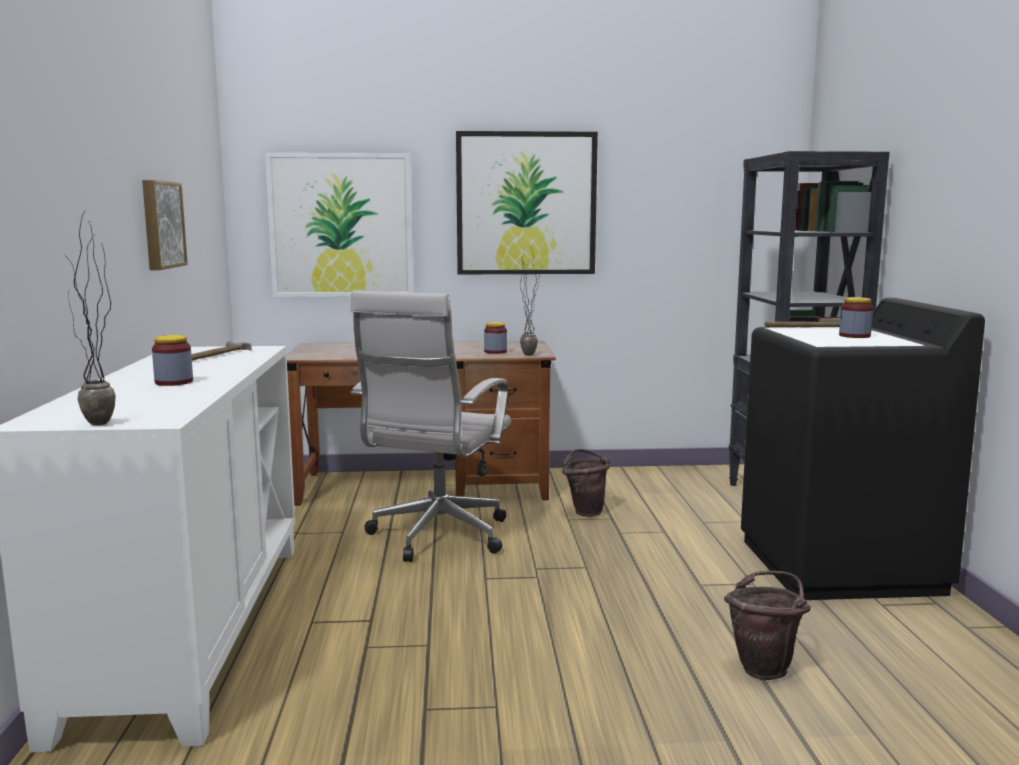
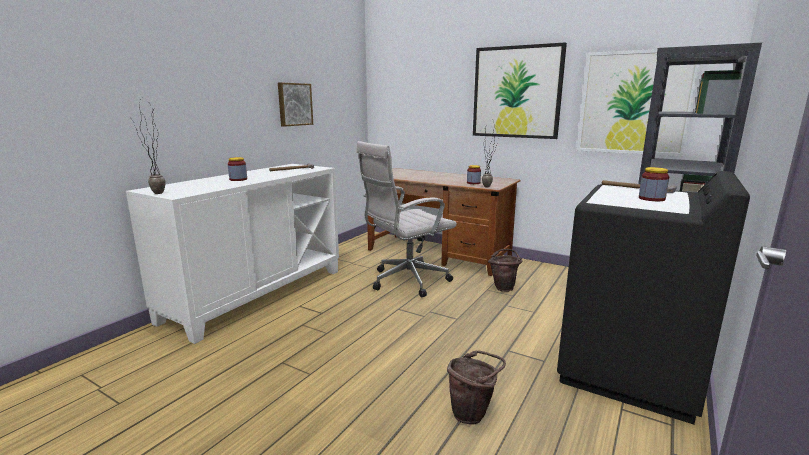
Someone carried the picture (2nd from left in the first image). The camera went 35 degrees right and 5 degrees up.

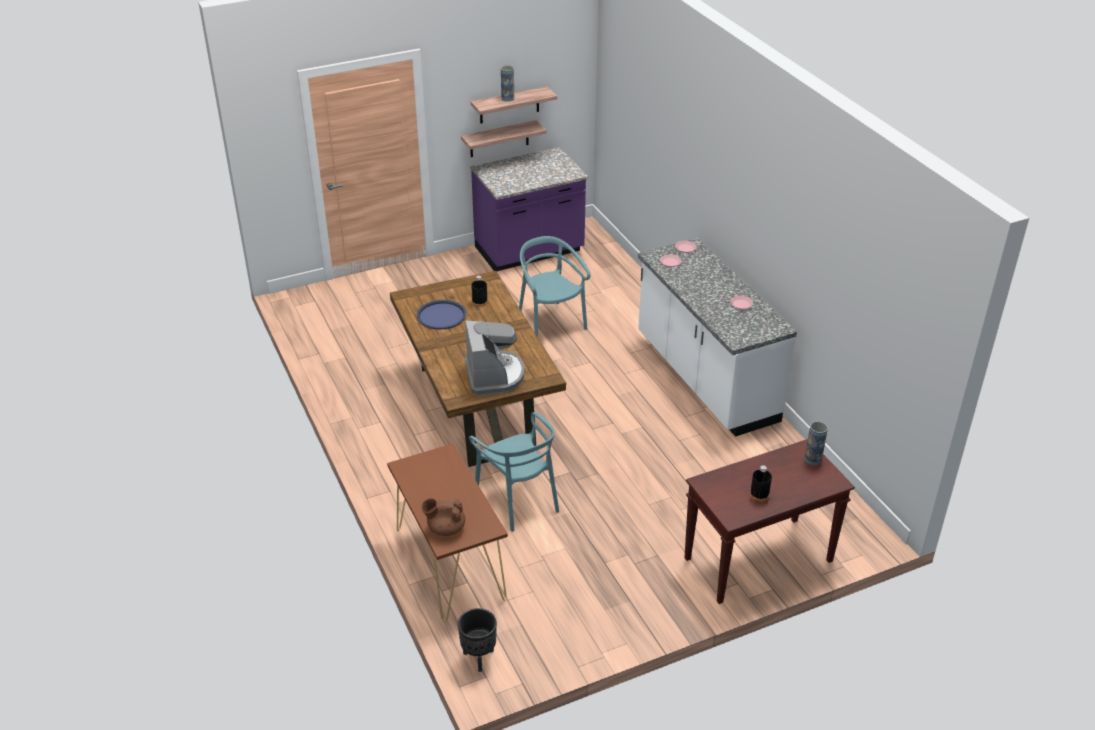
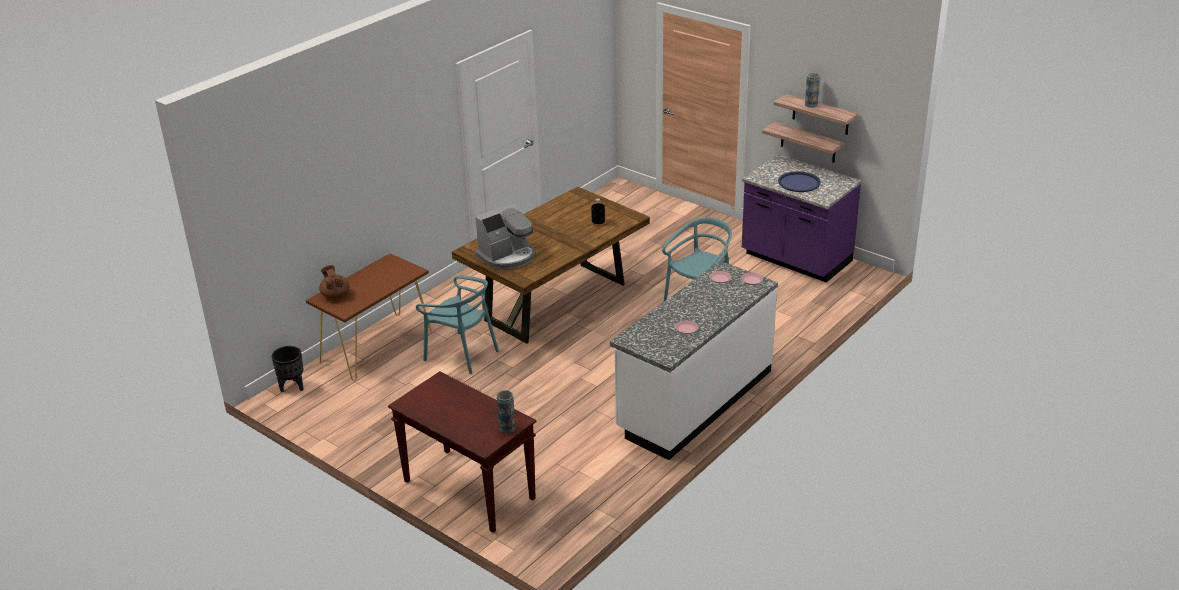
Someone carried the blue tray. Someone rotated the turquoise chair (1st from left) by 90 degrees counterclockwise. Someone took away the black bottle (2nd from left). The camera went 65 degrees right and 5 degrees down.

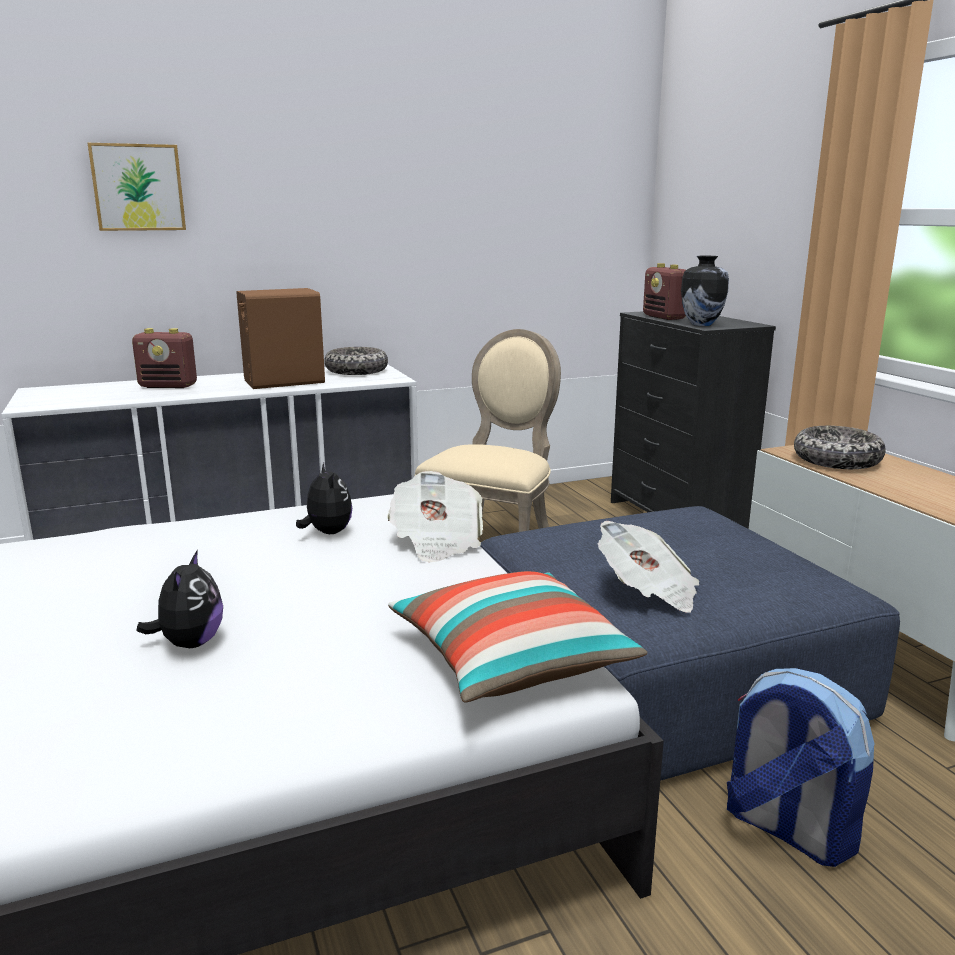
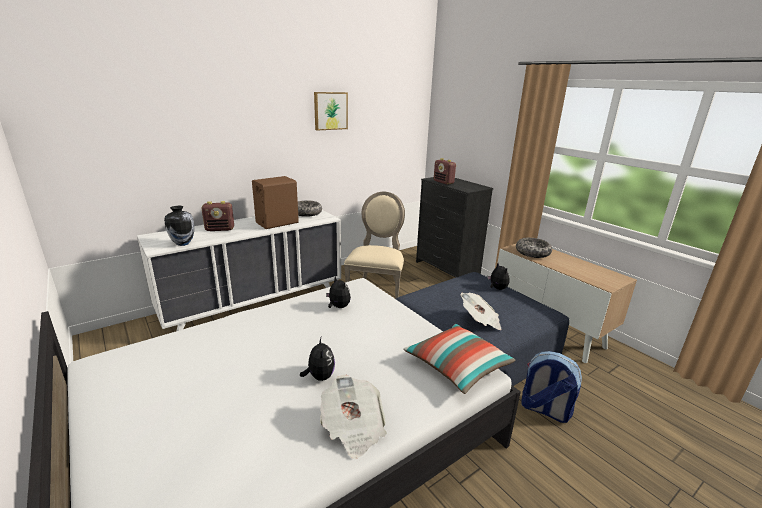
Someone carried the picture. Someone carried the vase. Someone carried the newspaper (1st from left). Someone put down the plush toy (3rd from left). The camera went 15 degrees left and 5 degrees up.

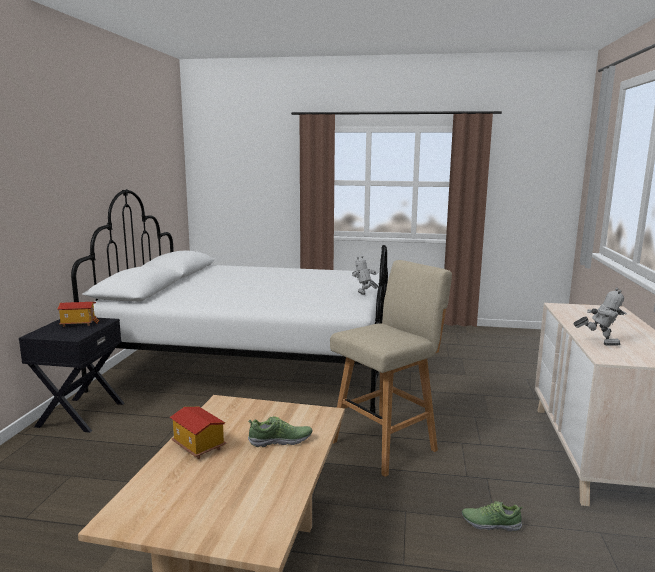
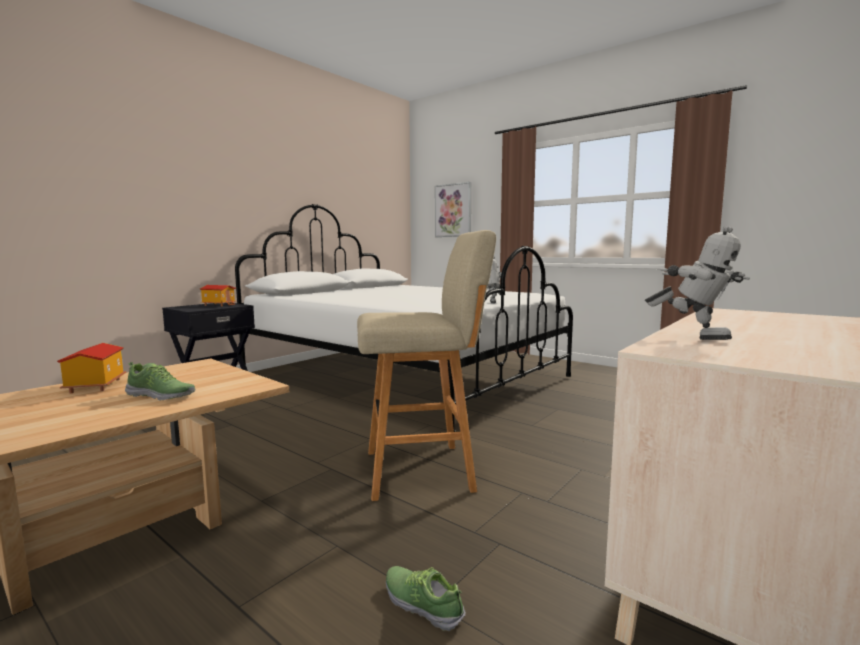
Someone put up the picture. The camera went 30 degrees right and 5 degrees down.

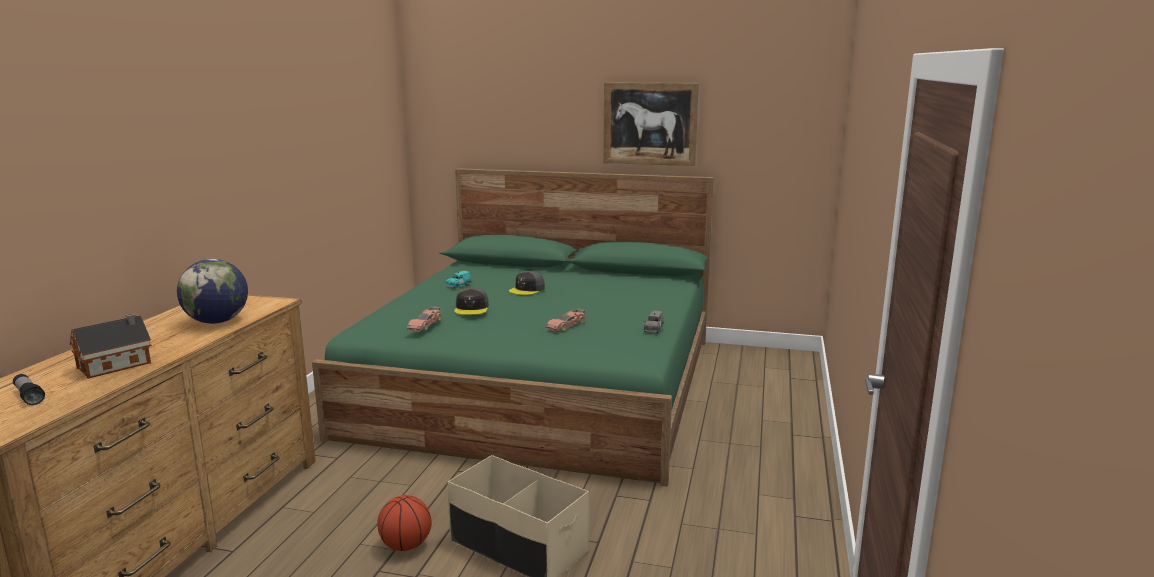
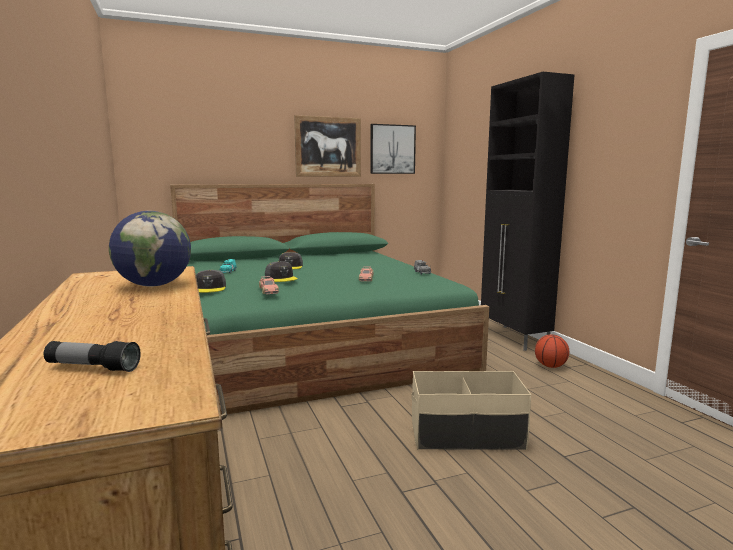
Someone took away the toy house. Someone carried the basketball. Someone put down the black cabinet. Someone put up the picture (2nd from left). Someone put down the grey cap (1st from left). The camera went 35 degrees left and 5 degrees down.

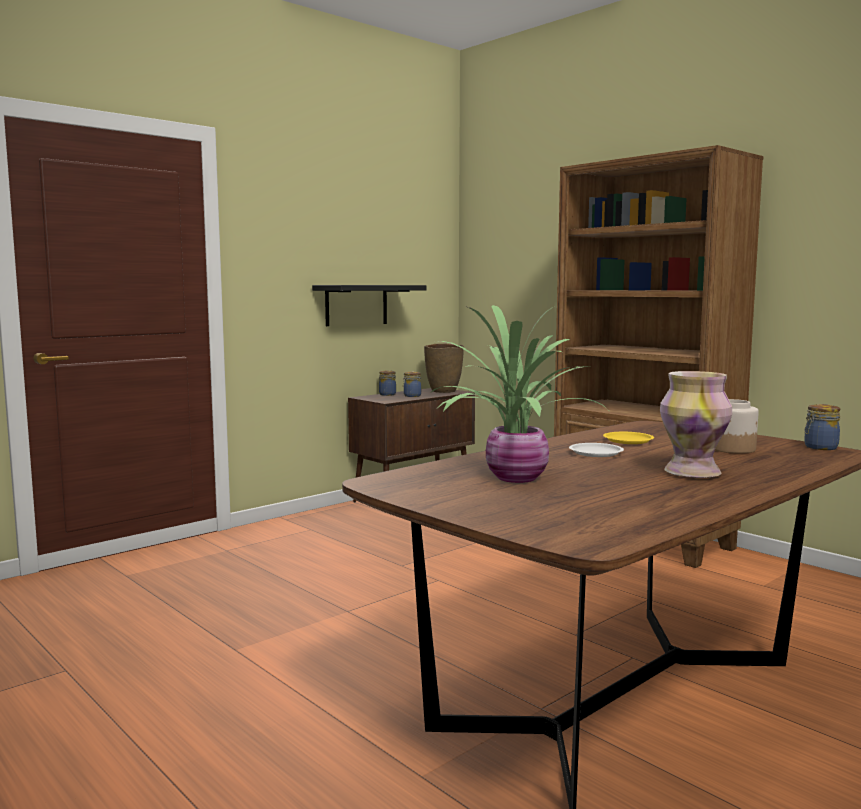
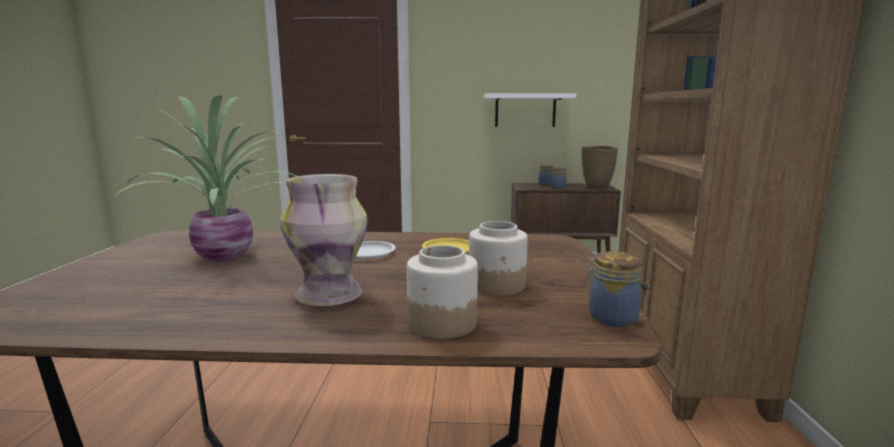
Someone repainted the black shelf, which became the white shelf. Someone put down the jar (1st from left). The camera went 45 degrees right and 5 degrees up.

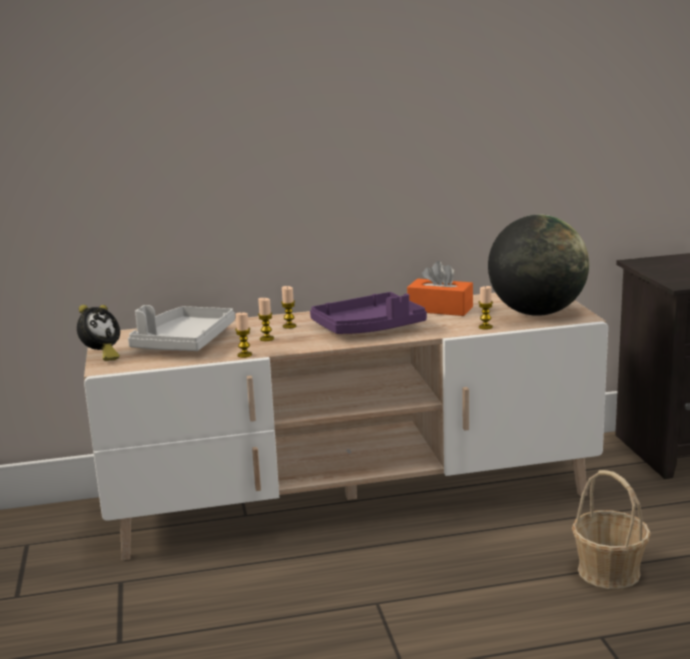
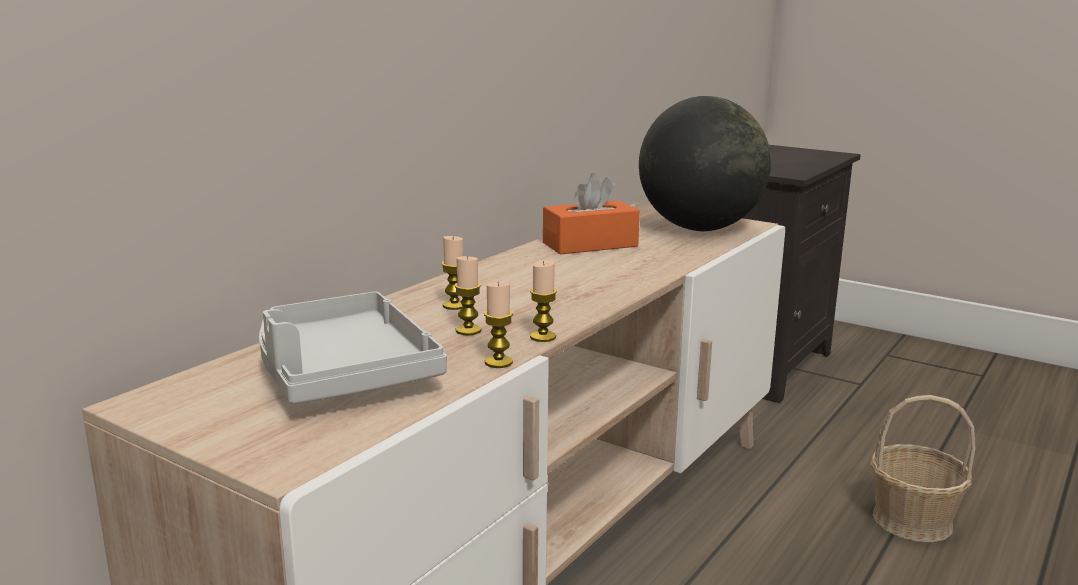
Someone carried the candle (4th from left). Someone took away the purple tray. Someone took away the alarm clock. The camera went 45 degrees left and 0 degrees up.

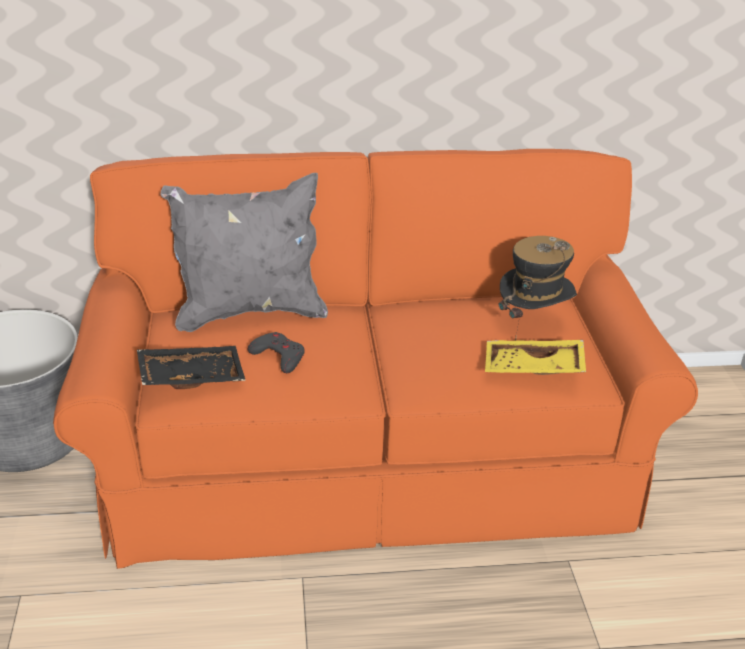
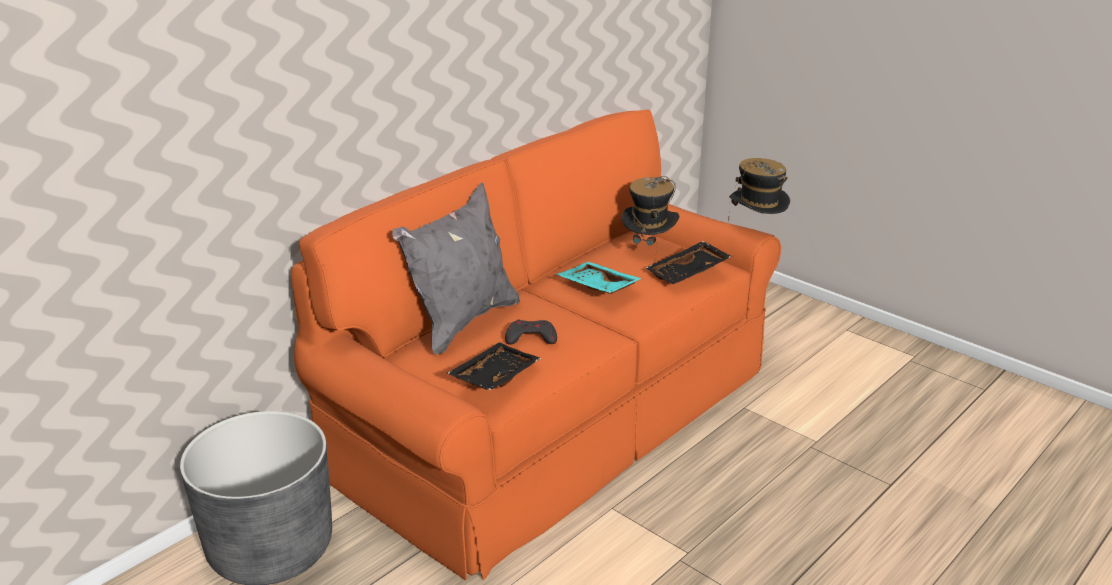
Someone repainted the yellow tray, which became the black tray (2nd from left). Someone put down the hat (2nd from left). Someone put down the turquoise tray. The camera went 40 degrees left and 5 degrees down.

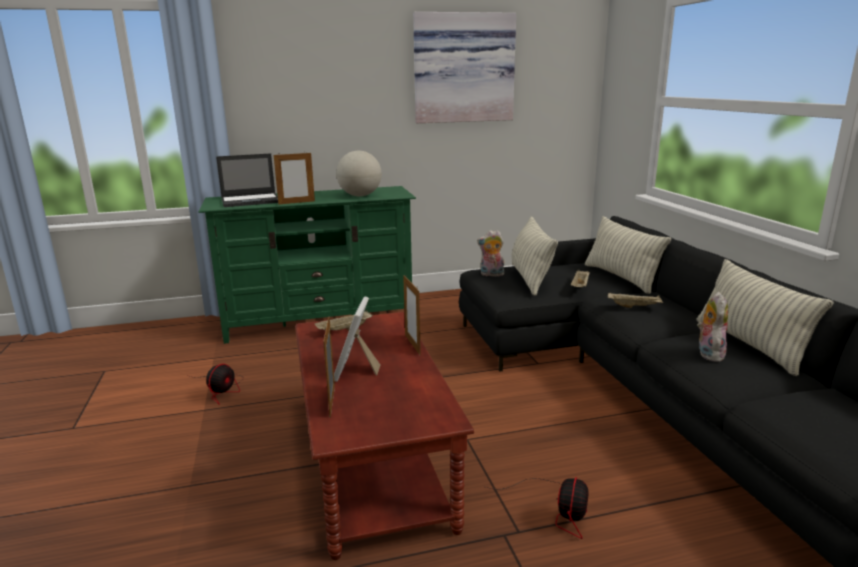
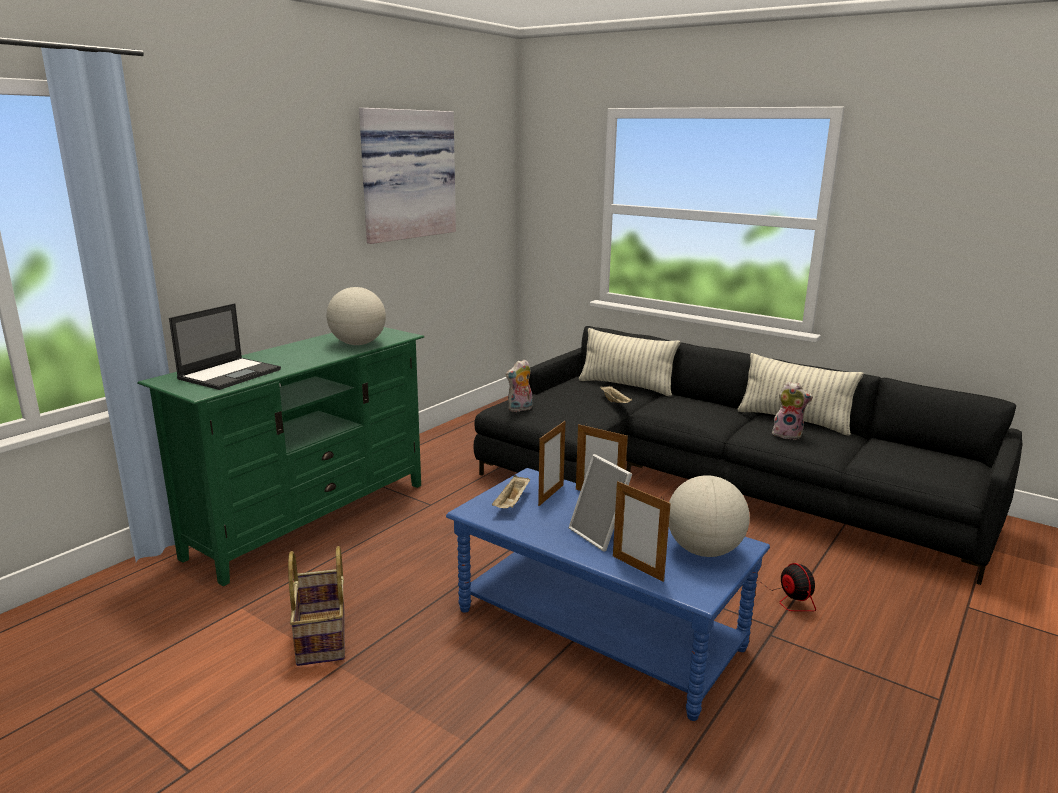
Someone carried the picture frame (1st from left). Someone took away the pillow (1st from left). Someone took away the beige tray (3rd from left). Someone rotated the plush toy (2nd from left) by 135 degrees clockwise. Someone repainted the brown coffee table, which became the blue coffee table. Someone swapped the fan (1st from left) for the basket. Someone put down the globe (2nd from left). The camera went 40 degrees left and 0 degrees up.

